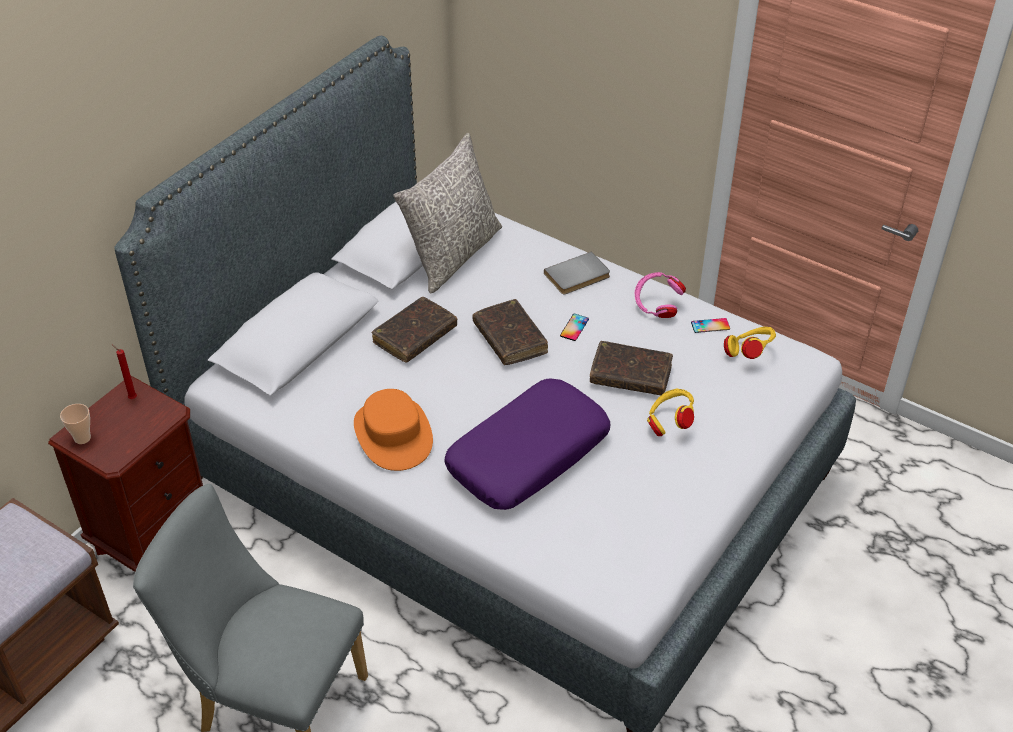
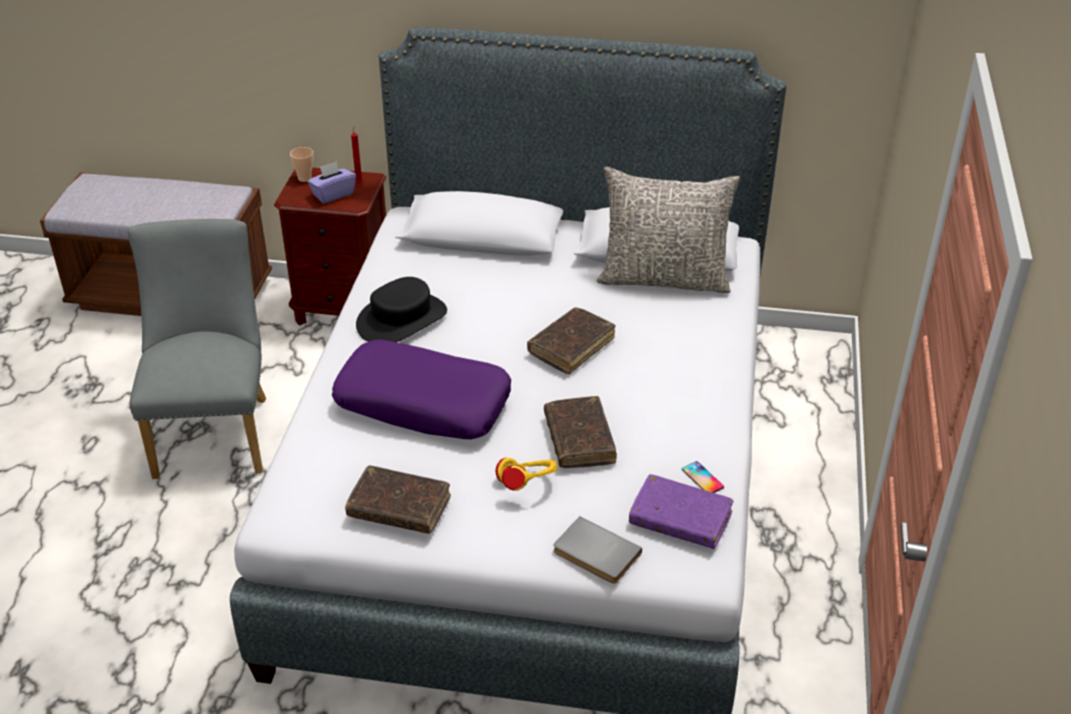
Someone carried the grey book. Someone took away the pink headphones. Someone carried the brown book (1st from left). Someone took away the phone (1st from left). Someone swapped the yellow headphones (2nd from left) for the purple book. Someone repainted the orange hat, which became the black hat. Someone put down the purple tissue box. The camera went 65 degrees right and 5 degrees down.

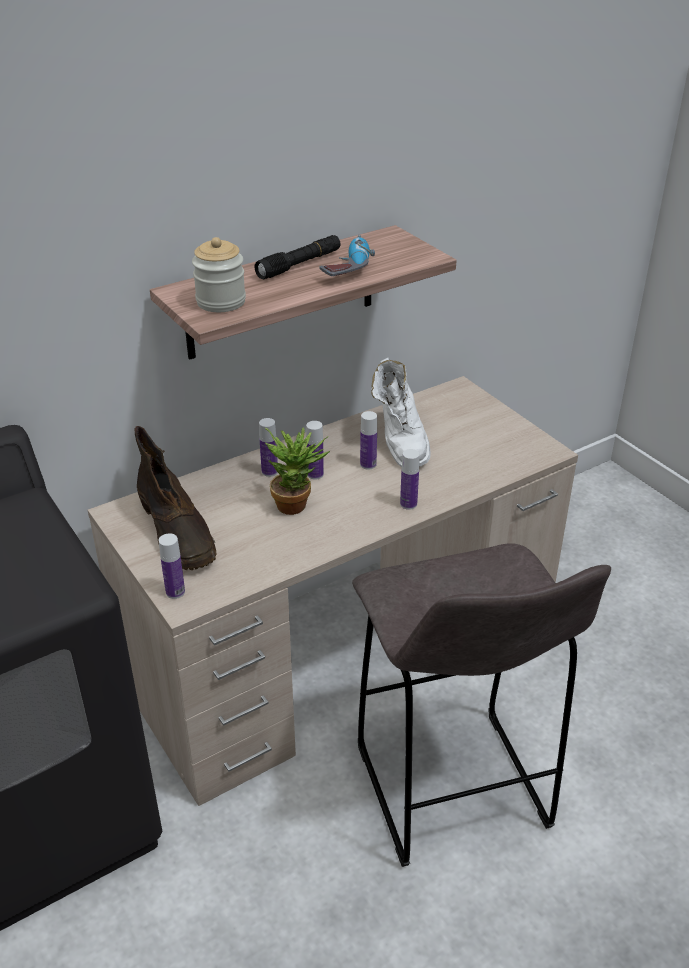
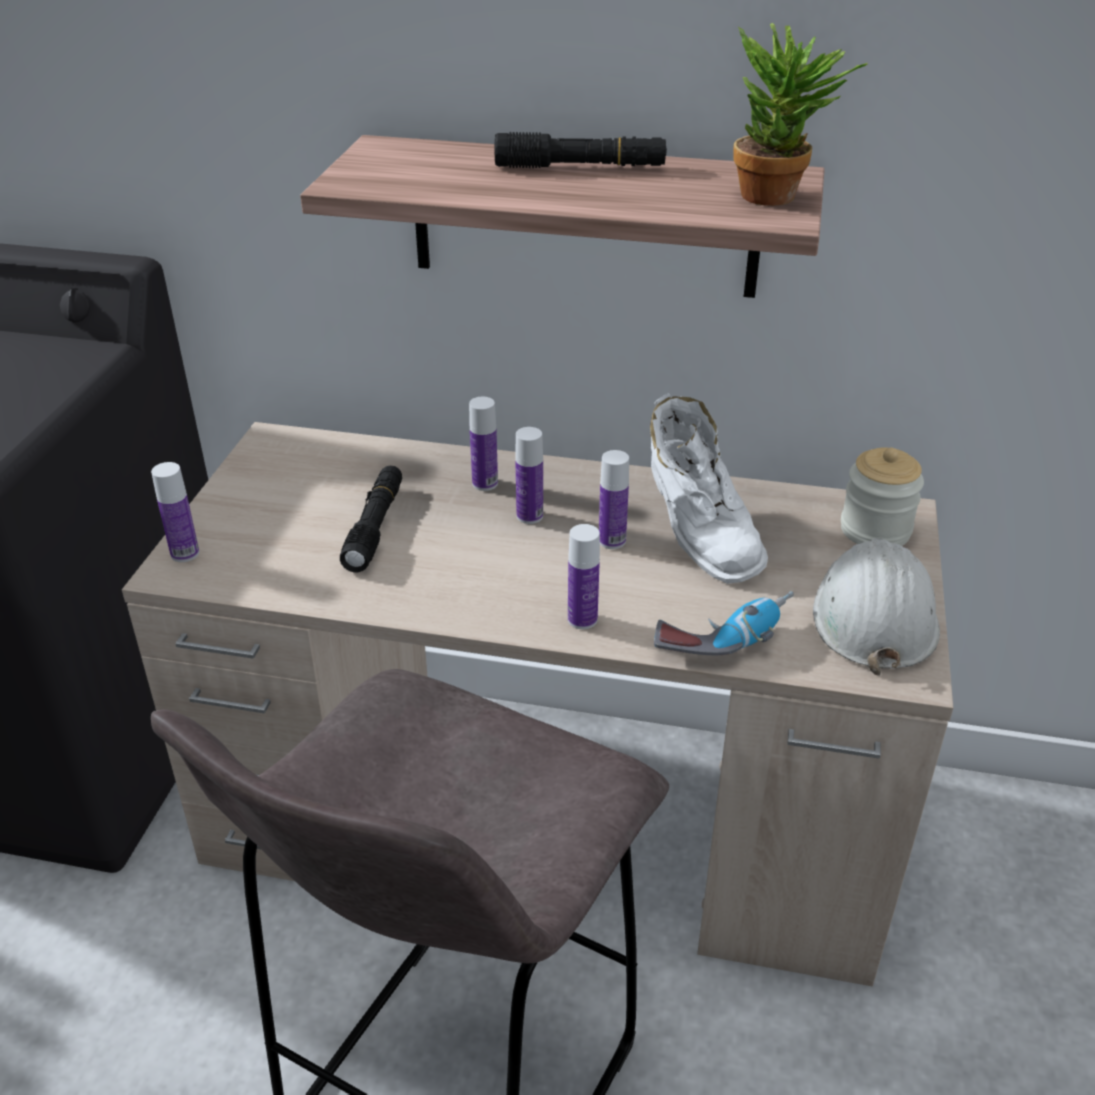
Someone carried the power drill. Someone carried the jar. Someone rotated the white boot by 60 degrees counterclockwise. Someone took away the brown boot. Someone carried the potted plant. Someone put down the black flashlight (1st from left). Someone put down the white hard hat. The camera went 45 degrees right and 0 degrees up.

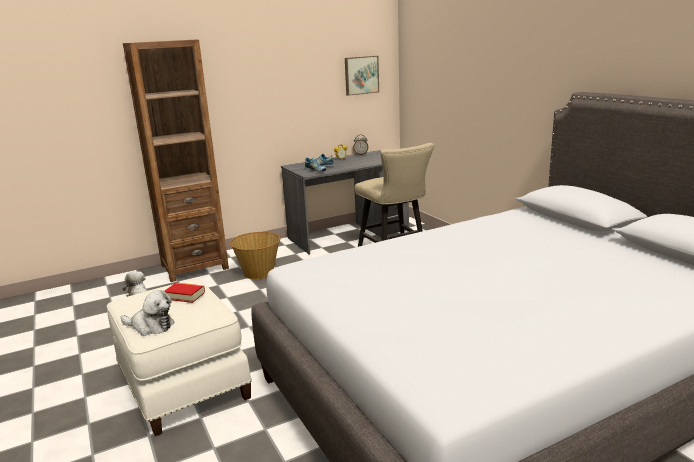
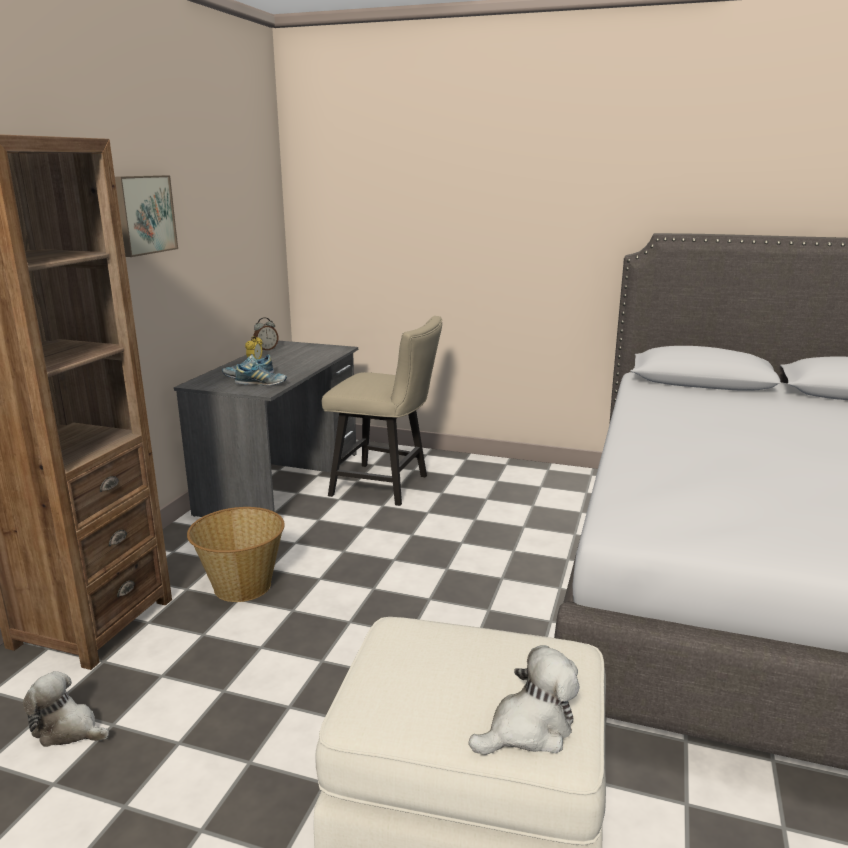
Someone carried the picture. Someone took away the book. The camera went 45 degrees left and 0 degrees up.

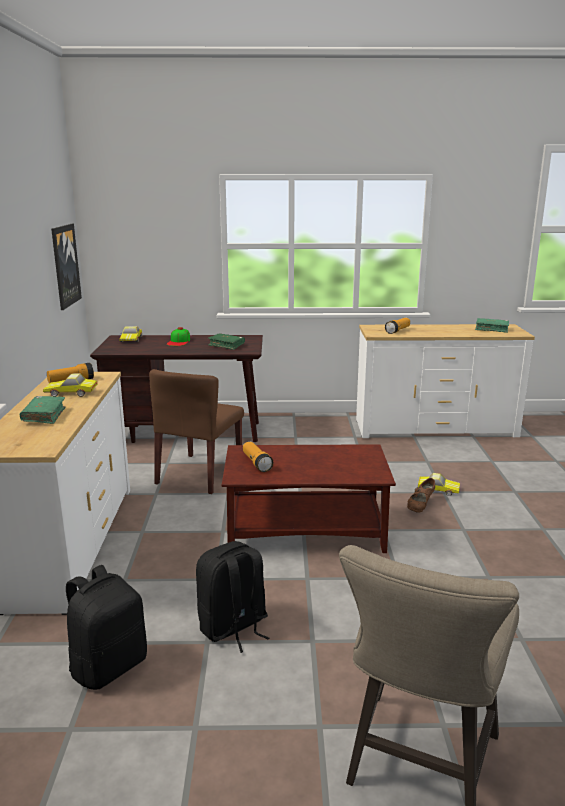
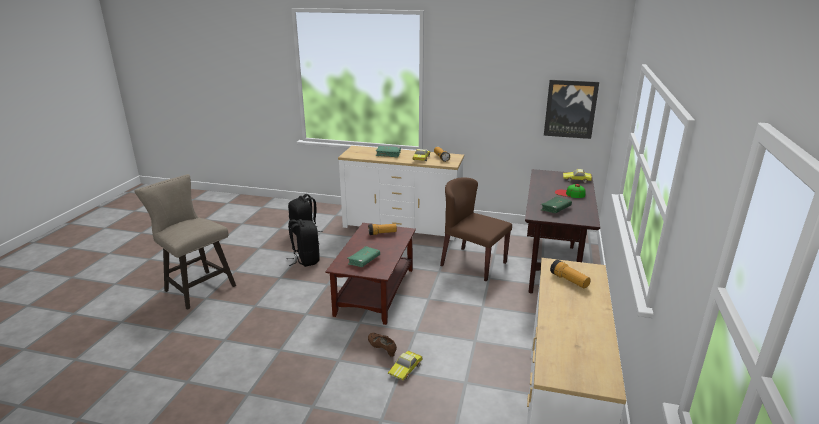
Someone carried the green book (3rd from left in the first image). The camera went 105 degrees right and 5 degrees up.

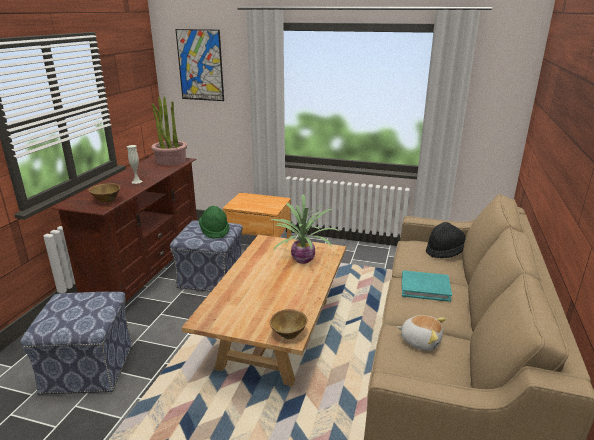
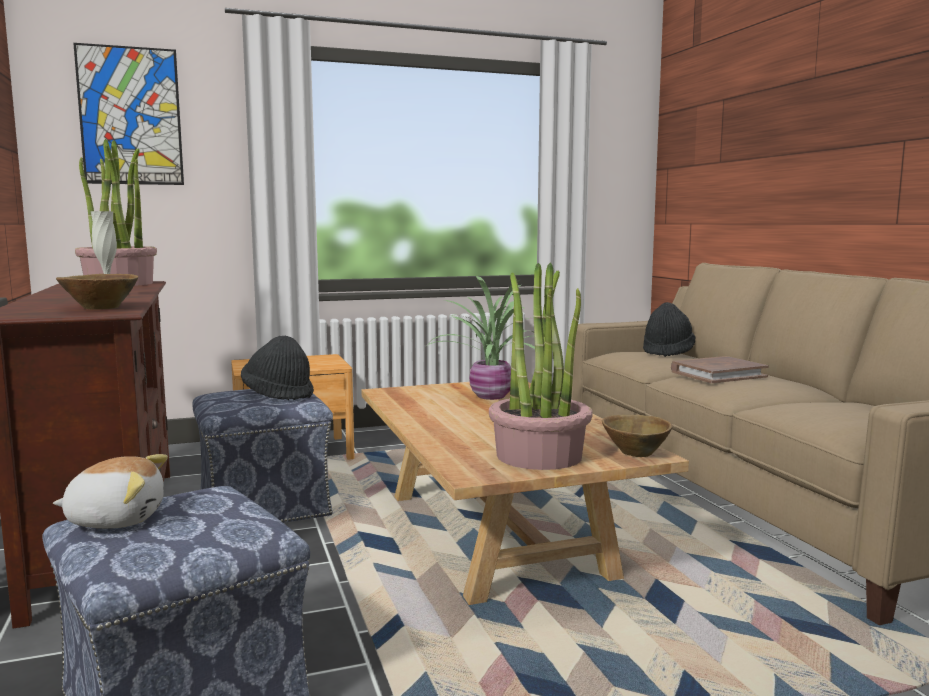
Someone repainted the green hat, which became the black hat (1st from left). Someone repainted the turquoise book, which became the brown book. Someone carried the plush toy. Someone put down the potted plant (3rd from left). The camera went 35 degrees left and 15 degrees down.

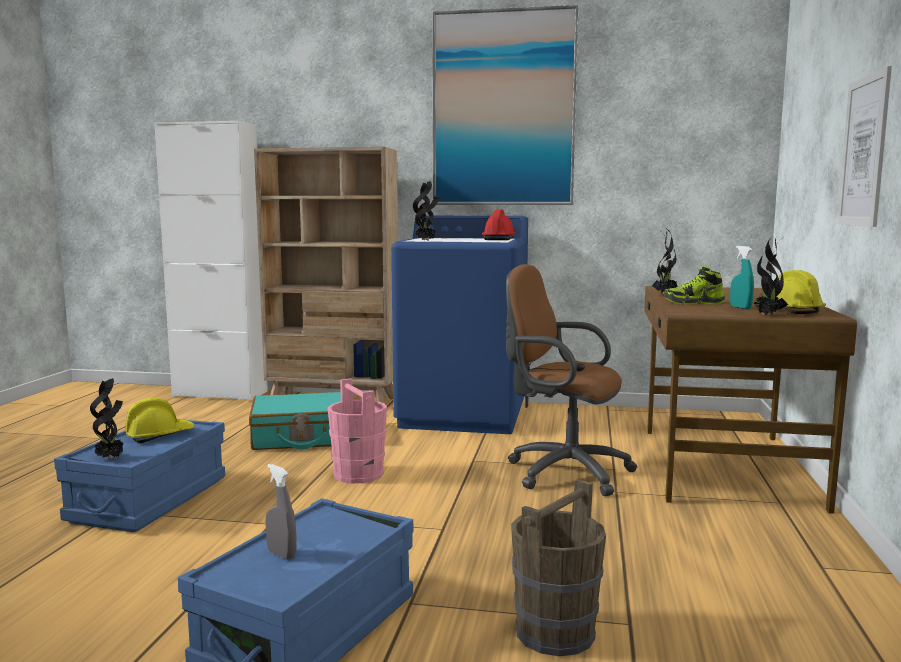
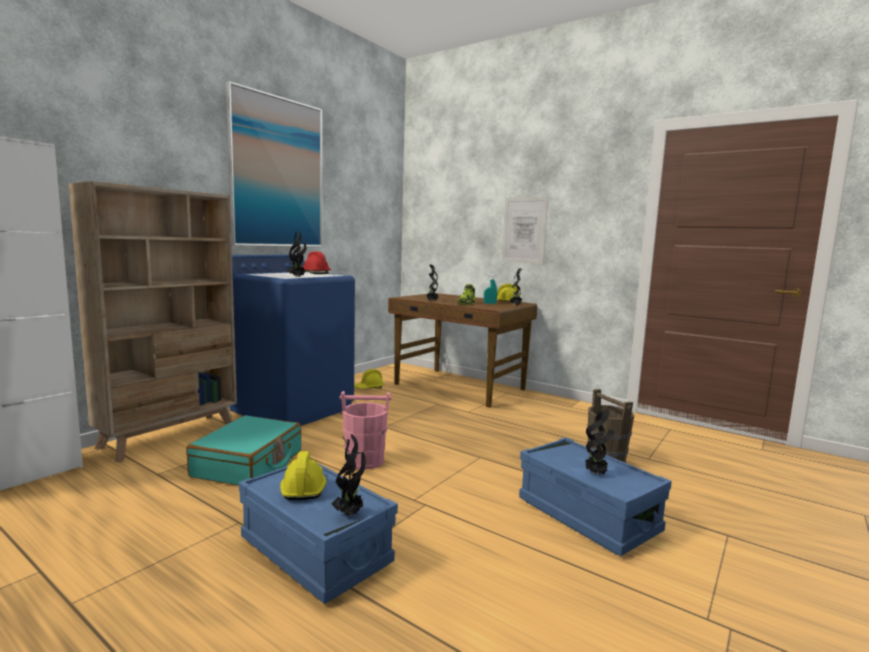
Someone took away the brown office chair. Someone swapped the grey spray bottle for the potted plant (5th from left). Someone put down the yellow hard hat (2nd from left). The camera went 65 degrees left and 0 degrees up.

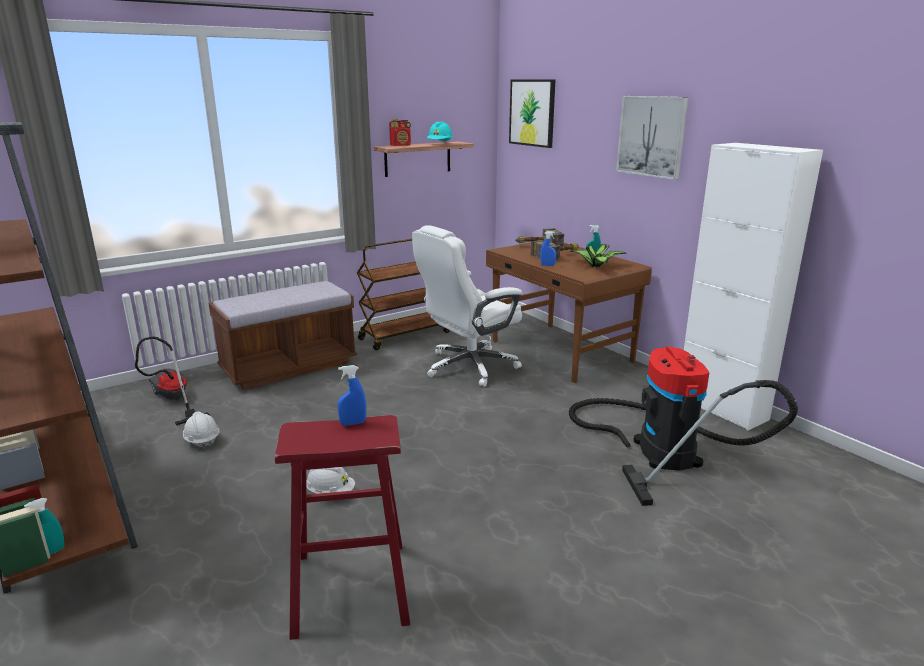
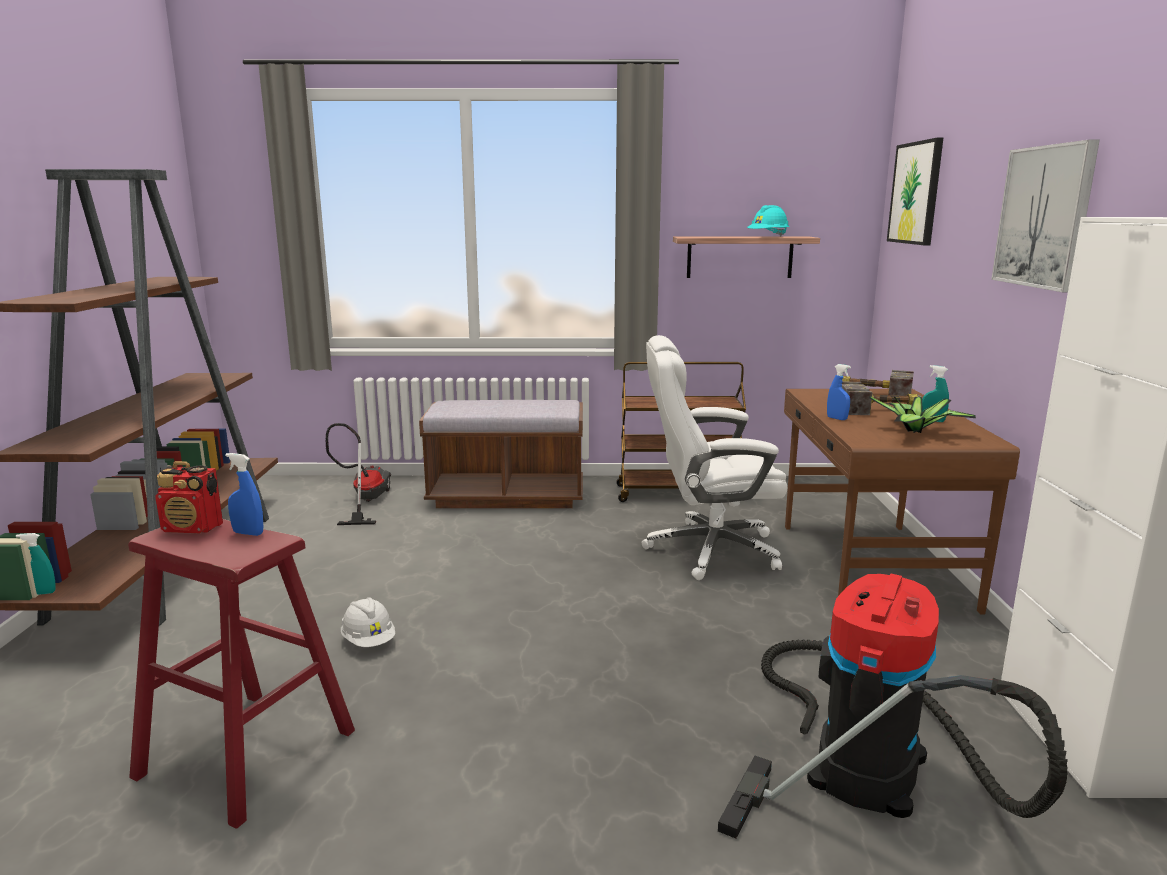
Someone carried the radio. Someone took away the white hard hat (1st from left). The camera went 35 degrees right and 5 degrees down.

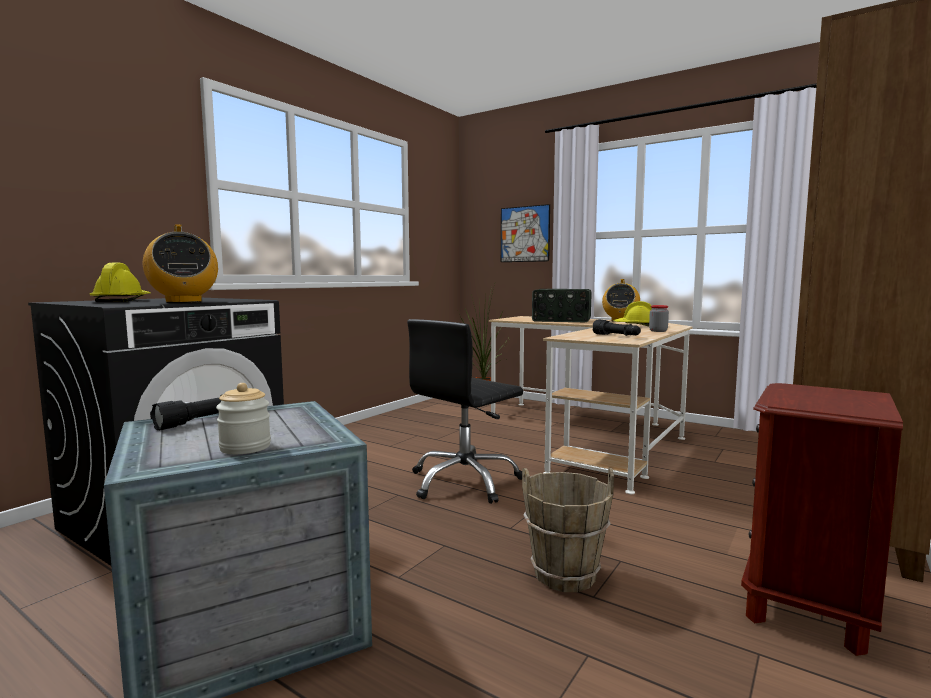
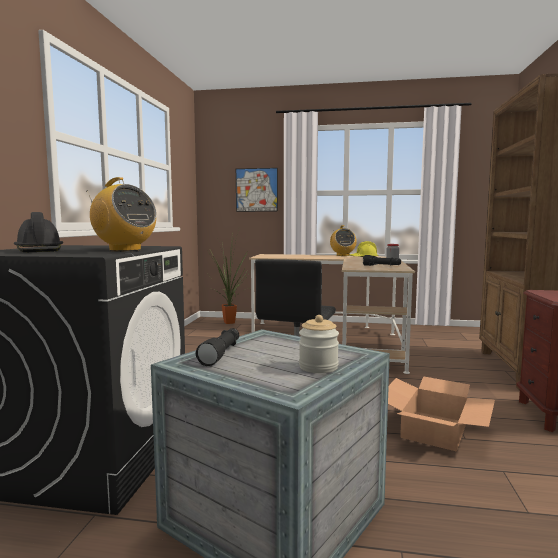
Someone repainted the yellow hard hat (1st from left), which became the black hard hat. Someone took away the radio (2nd from left). Someone swapped the brown bucket for the cardboard box. The camera went 25 degrees left and 0 degrees up.

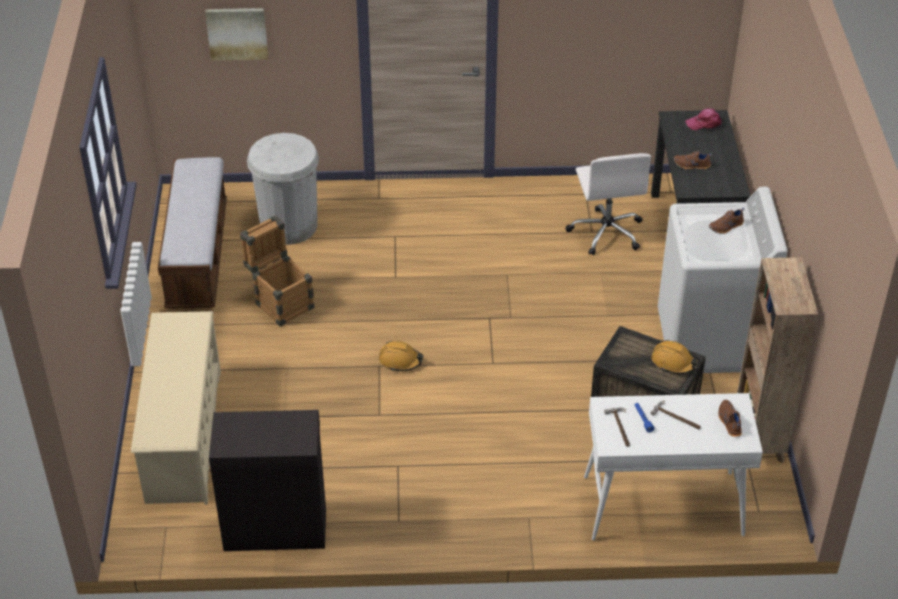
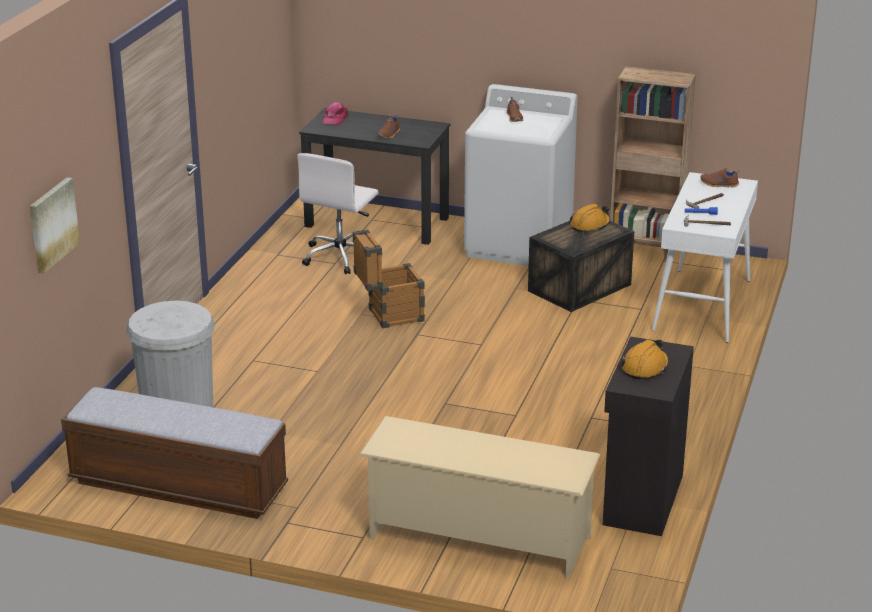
Someone rotated the white office chair by 105 degrees clockwise. Someone carried the crate (1st from left). Someone carried the orange hard hat (1st from left in the first image). The camera went 70 degrees left and 15 degrees down.

